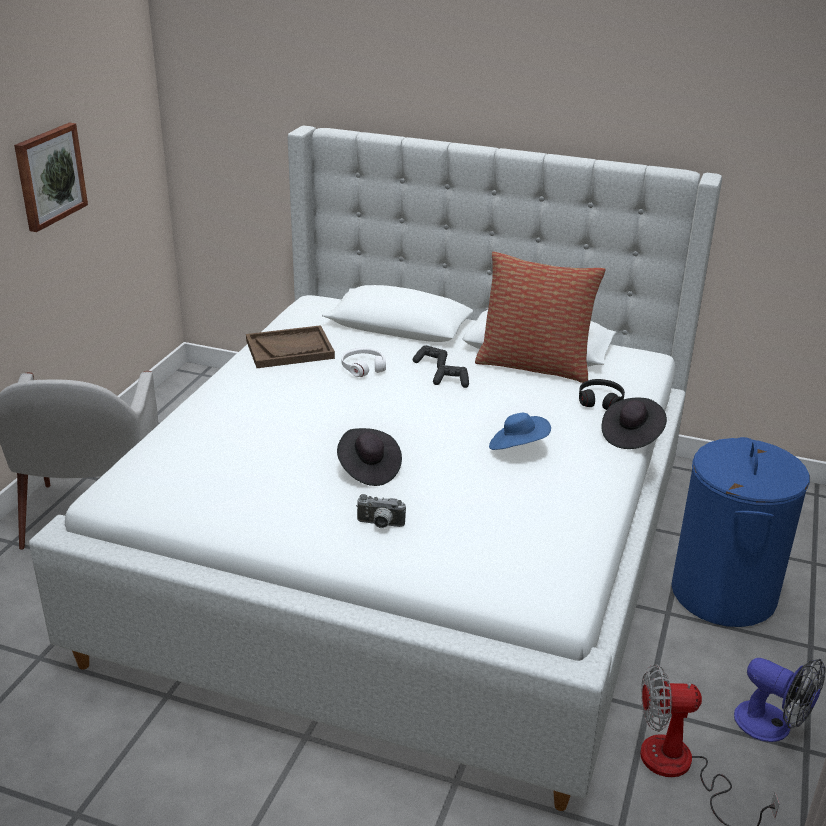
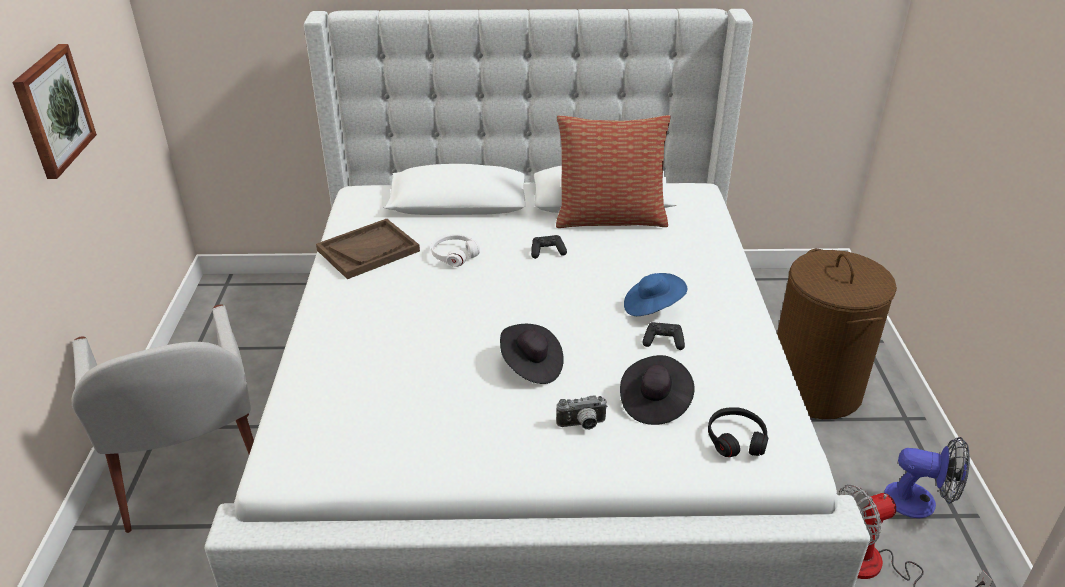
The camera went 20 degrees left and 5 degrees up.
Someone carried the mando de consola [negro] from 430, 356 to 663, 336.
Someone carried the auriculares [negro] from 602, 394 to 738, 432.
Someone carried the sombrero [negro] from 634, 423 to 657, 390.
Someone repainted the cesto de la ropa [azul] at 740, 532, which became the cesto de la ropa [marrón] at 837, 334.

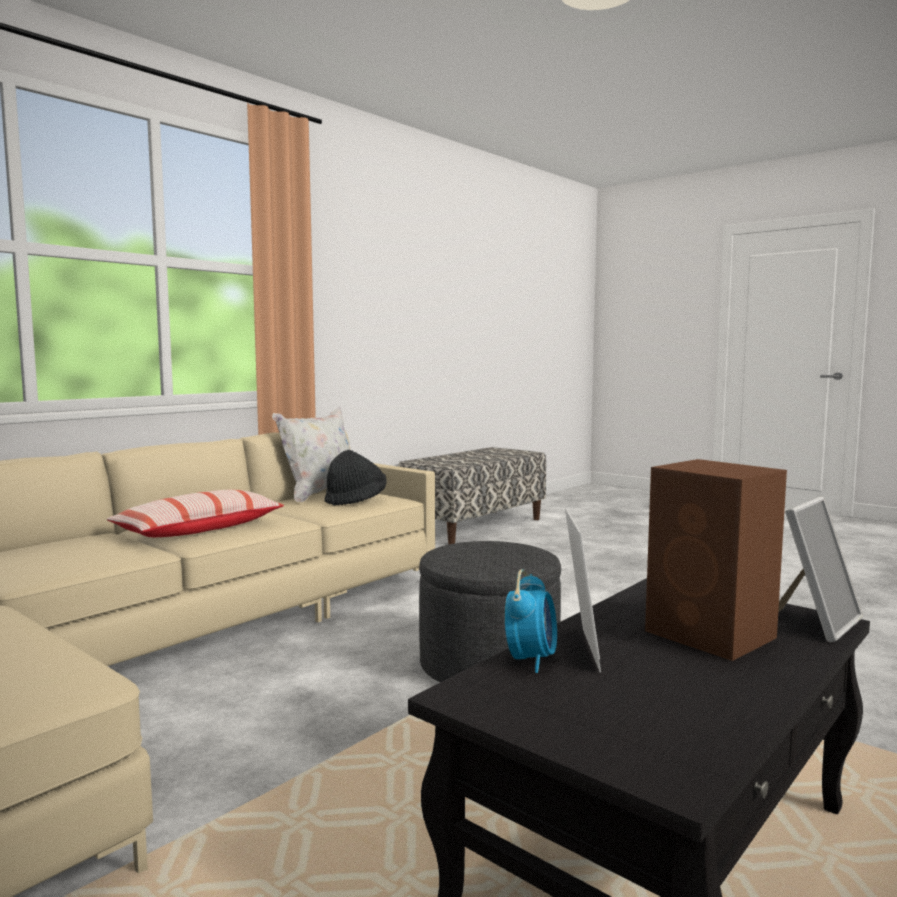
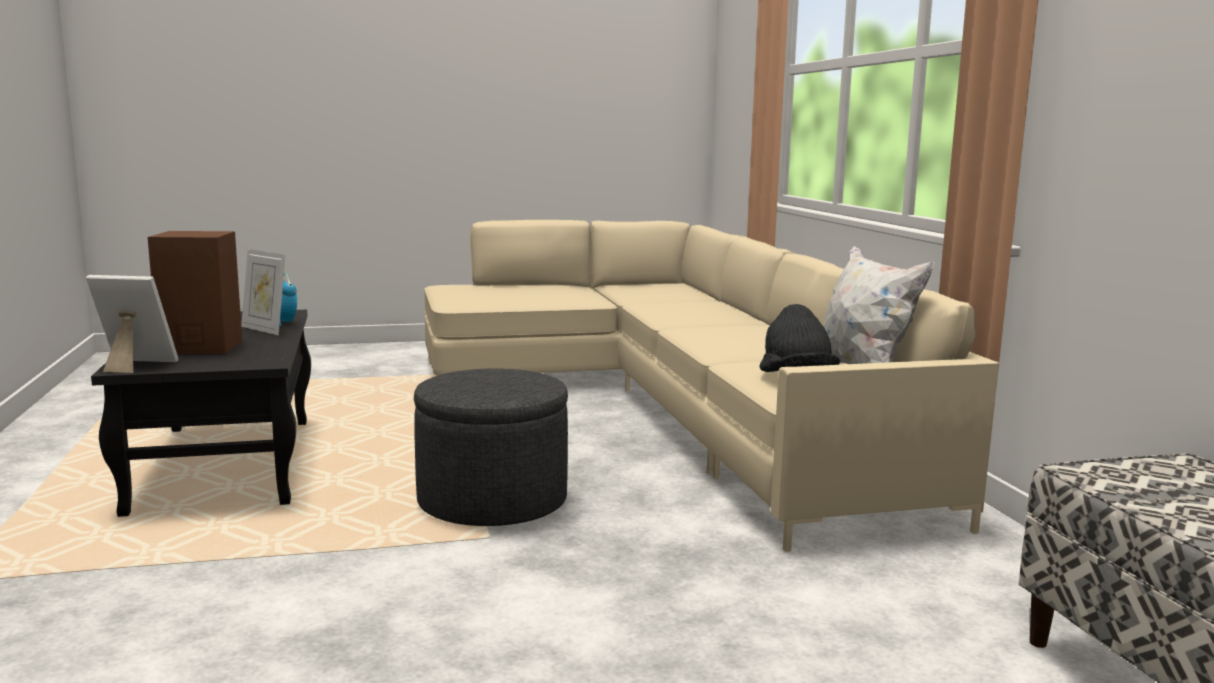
The camera went 125 degrees right and 5 degrees up.
Someone took away the cojín at 195, 513.
Someone rotated the portarretratos at 820, 569 by 105 degrees clockwise.

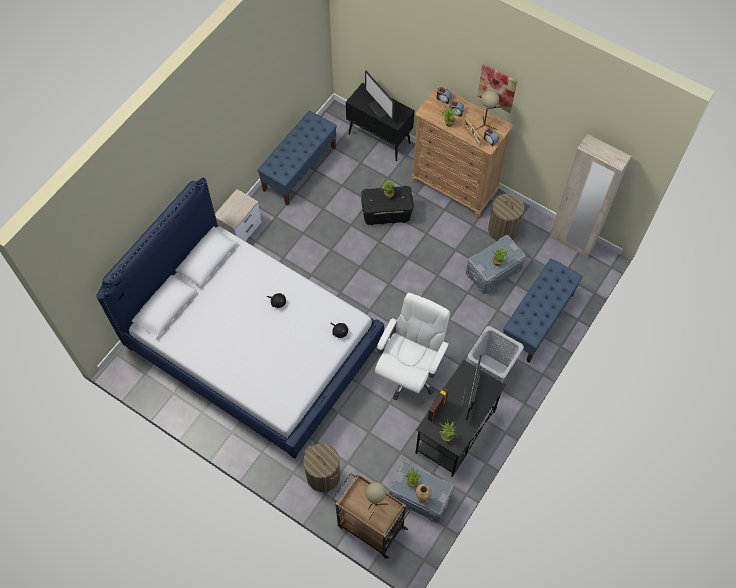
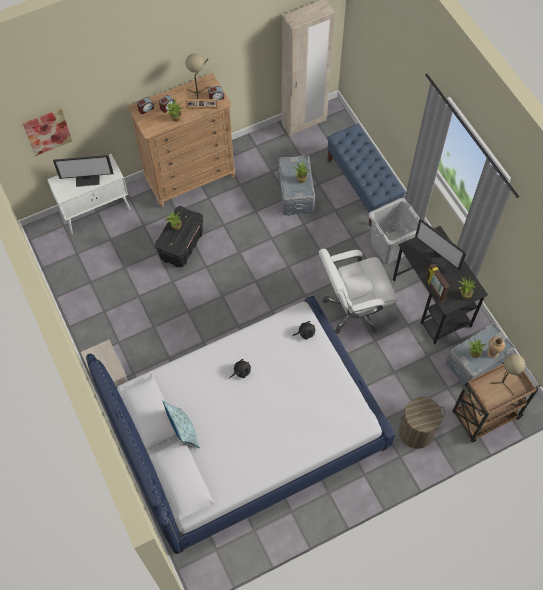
The camera went 60 degrees left and 0 degrees up.
Someone took away the banco [azul] at 297, 158.
Someone repainted the armario [negro] at 380, 122, which became the armario [blanco] at 88, 194.
Someone rotated the silla de oficina [blanco] at 412, 346 by 75 degrees counterclockwise.
Someone carried the cuadro from 497, 88 to 47, 132.
Someone took away the cesto de la ropa at 506, 217.
Someone put down the cojín at 181, 424.

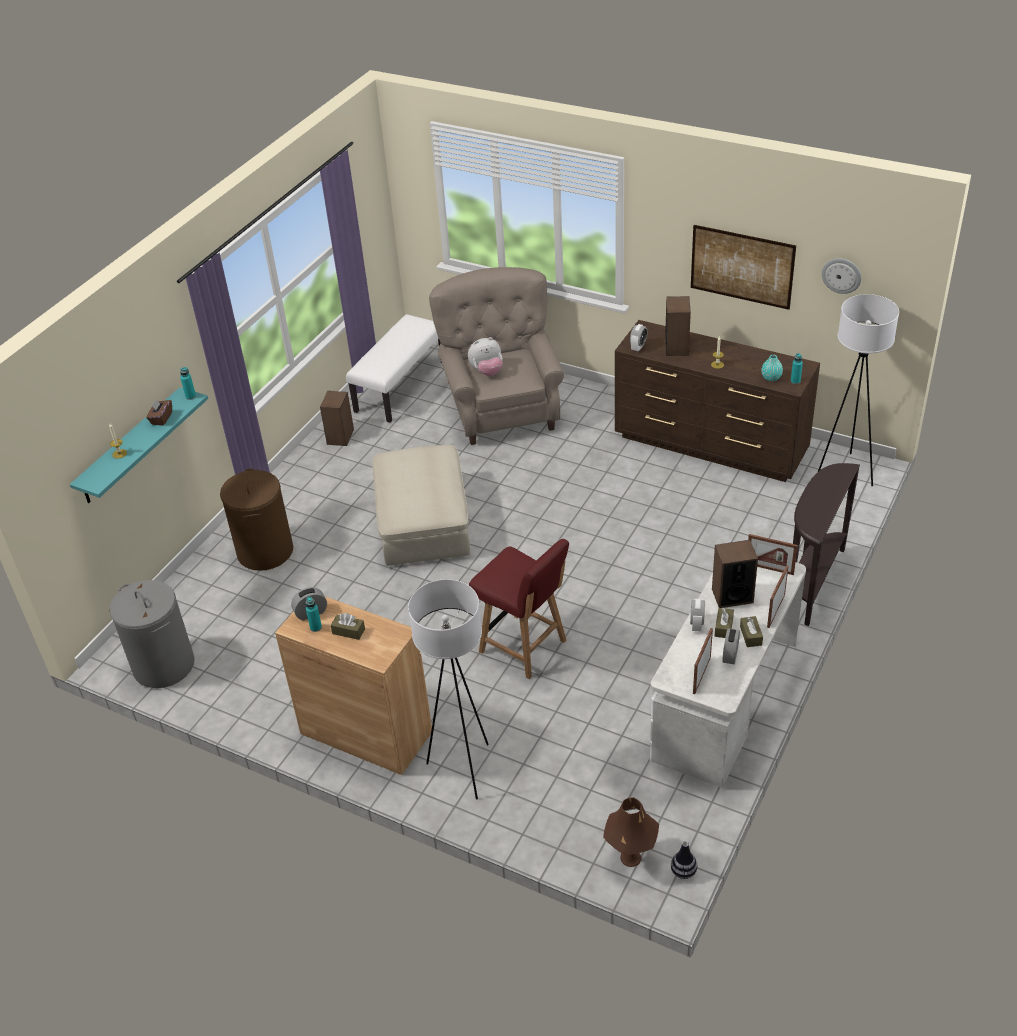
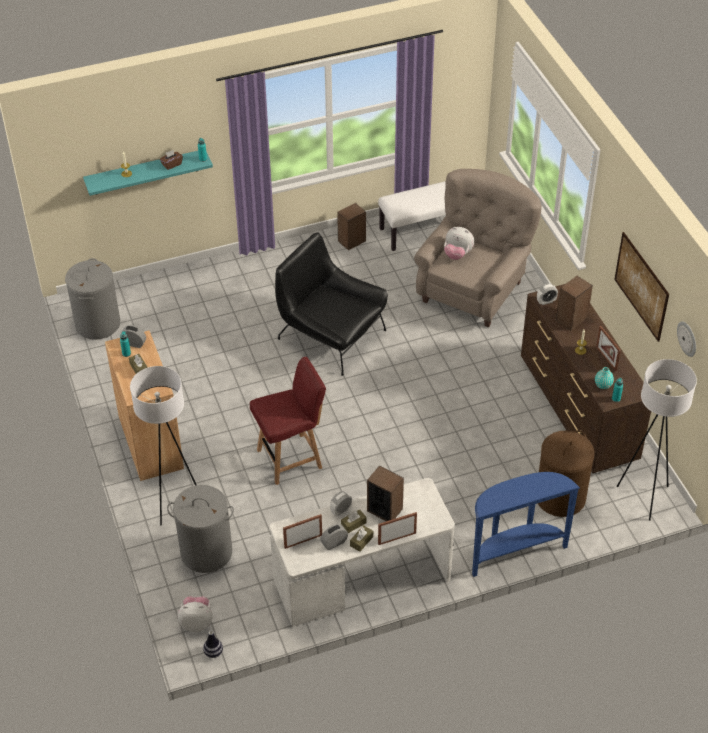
The camera went 40 degrees right and 5 degrees up.
Someone carried the cesto de la ropa [marrón] from 256, 520 to 566, 473.
Someone swapped the puf [beis] at 421, 505 for the sillón [negro] at 331, 304.
Someone rotated the silla [rojo] at 519, 609 by 105 degrees counterclockwise.
Someone swapped the lámpara de mesa [marrón] at 631, 832 for the peluche at 195, 614.
Someone carried the portarretratos from 773, 554 to 608, 348.
Someone repainted the mesa consola [marrón] at 826, 544, which became the mesa consola [azul] at 526, 524.
Someone put down the cesto de la ropa [gris] at 200, 529.

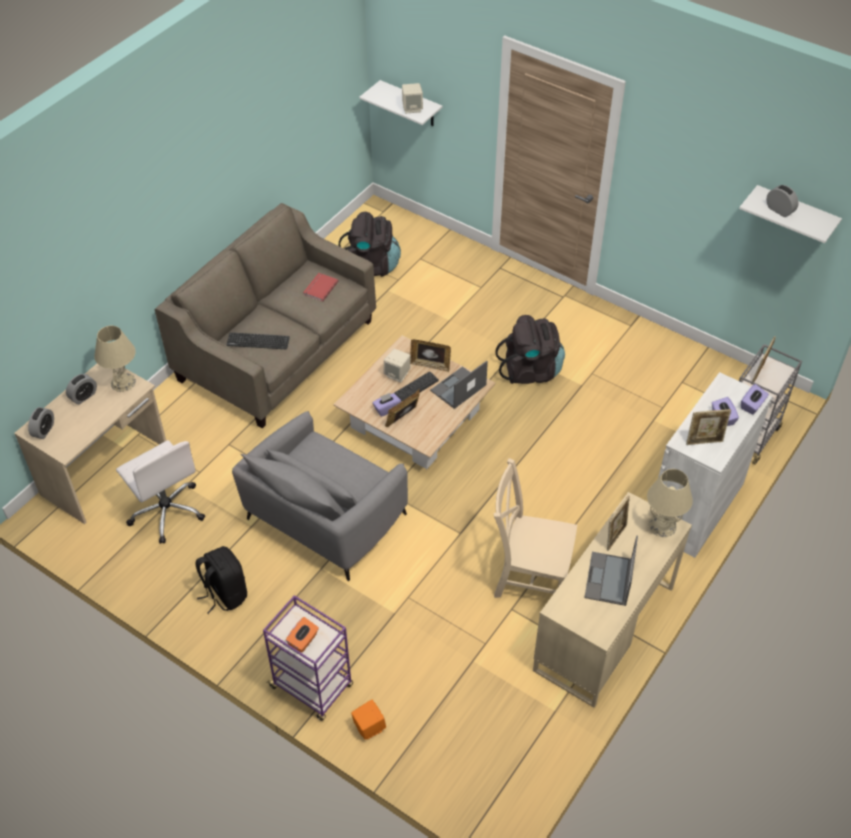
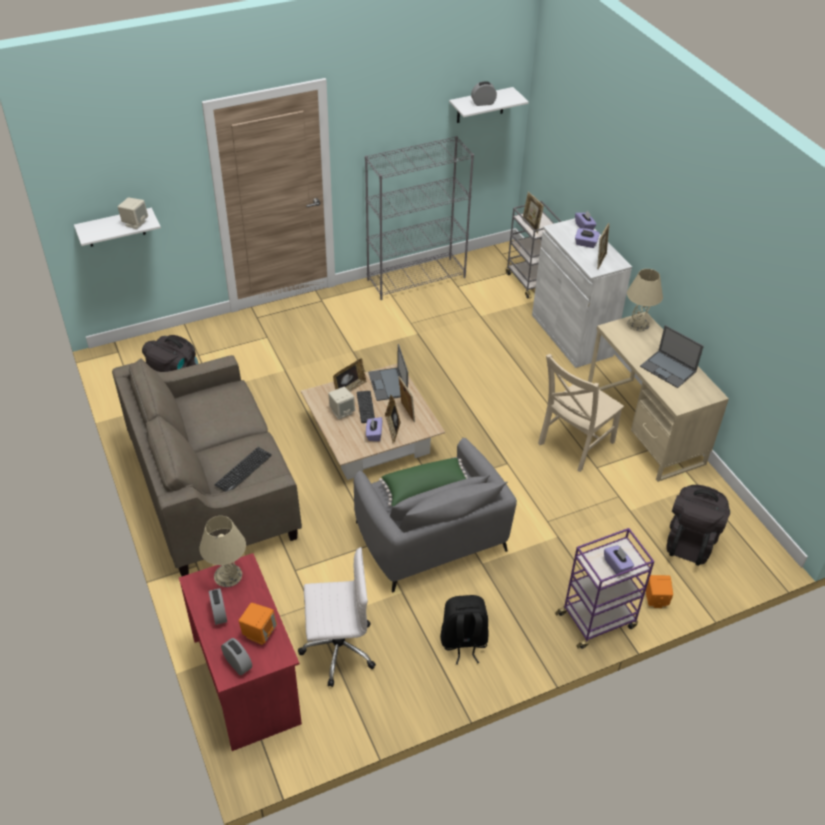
The camera went 60 degrees left and 5 degrees down.
Someone repainted the escritorio [beis] at 90, 444, which became the escritorio [rojo] at 240, 652.
Someone repainted the caja de pañuelos [naranja] at 302, 635, which became the caja de pañuelos [morado] at 619, 559.
Someone took away the libro [rojo] at 320, 287.
Someone carried the mochila [negro] from 530, 349 to 698, 525.
Someone carried the portarretratos from 618, 523 to 407, 399.
Someone put down the altavoz [naranja] at 258, 624.
Someone put down the estantería [gris] at 419, 218.
Someone put down the cojín [verde] at 423, 482.

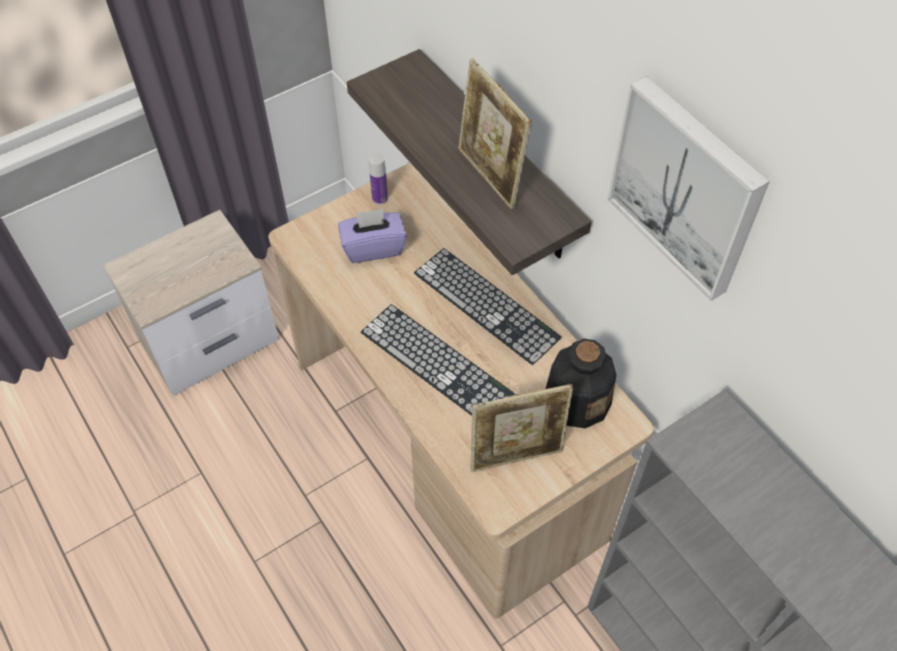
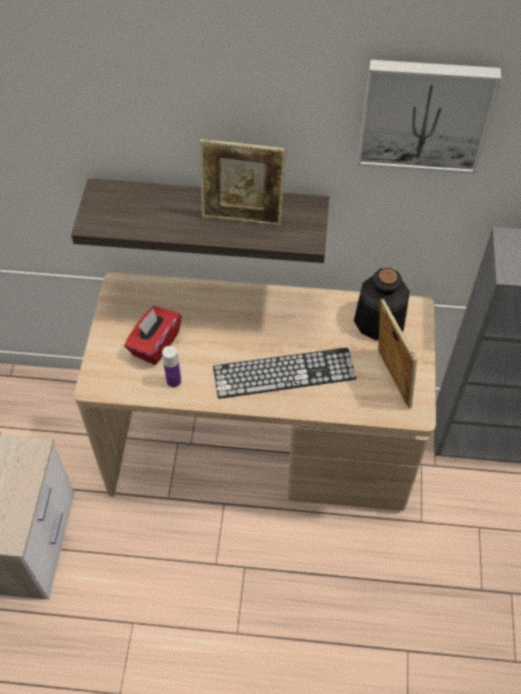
The camera went 50 degrees left and 0 degrees up.
Someone repainted the caja de pañuelos [morado] at 372, 236, which became the caja de pañuelos [rojo] at 153, 335.
Someone carried the botella from 378, 179 to 171, 367.
Someone took away the teclado at 488, 306.
Someone rotated the portarretratos at 521, 428 by 45 degrees counterclockwise.

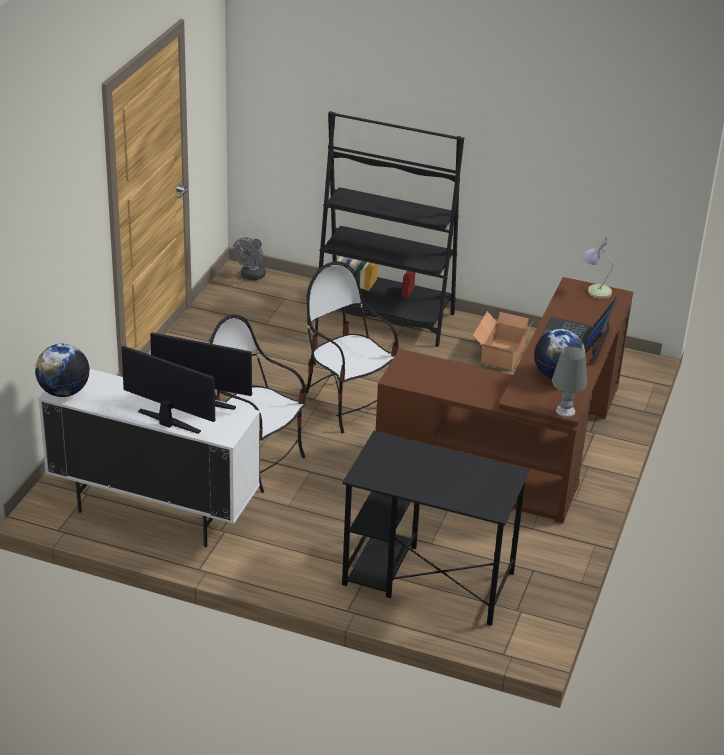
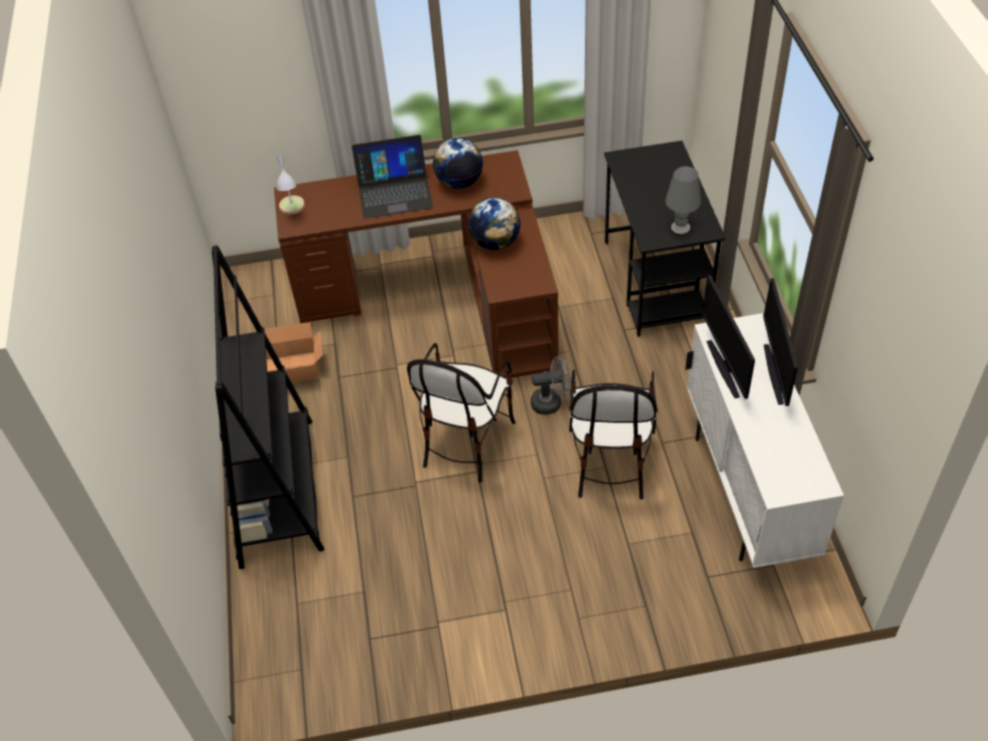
The camera went 115 degrees left and 15 degrees up.
Someone carried the globo terráqueo from 62, 370 to 494, 224.
Someone carried the ventilador [gris] from 249, 258 to 551, 385.
Someone carried the lámpara de mesa [gris] from 569, 381 to 683, 200.

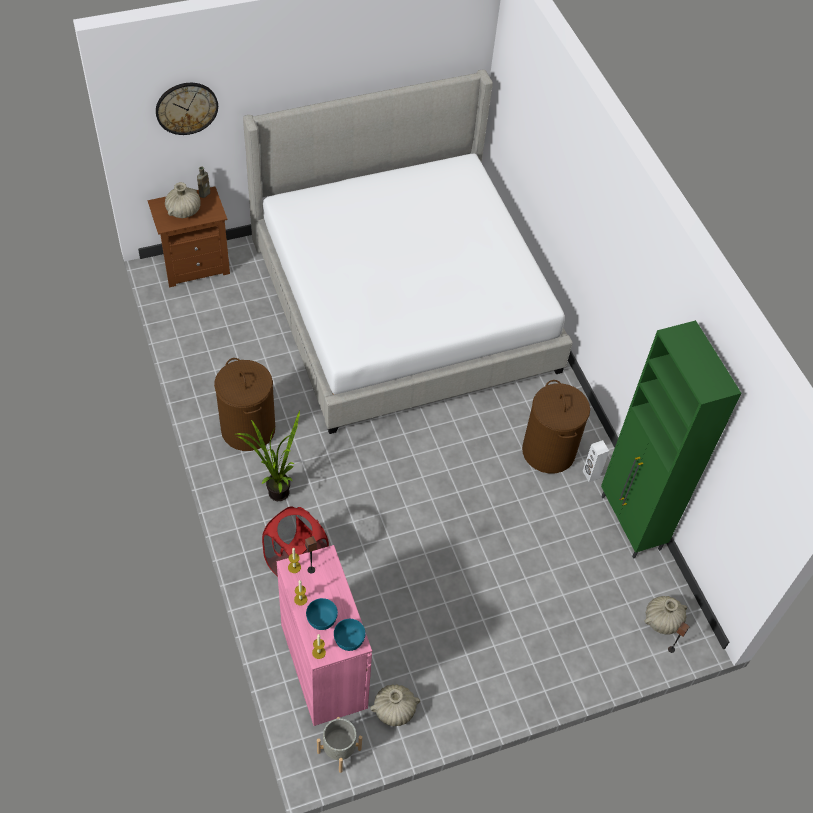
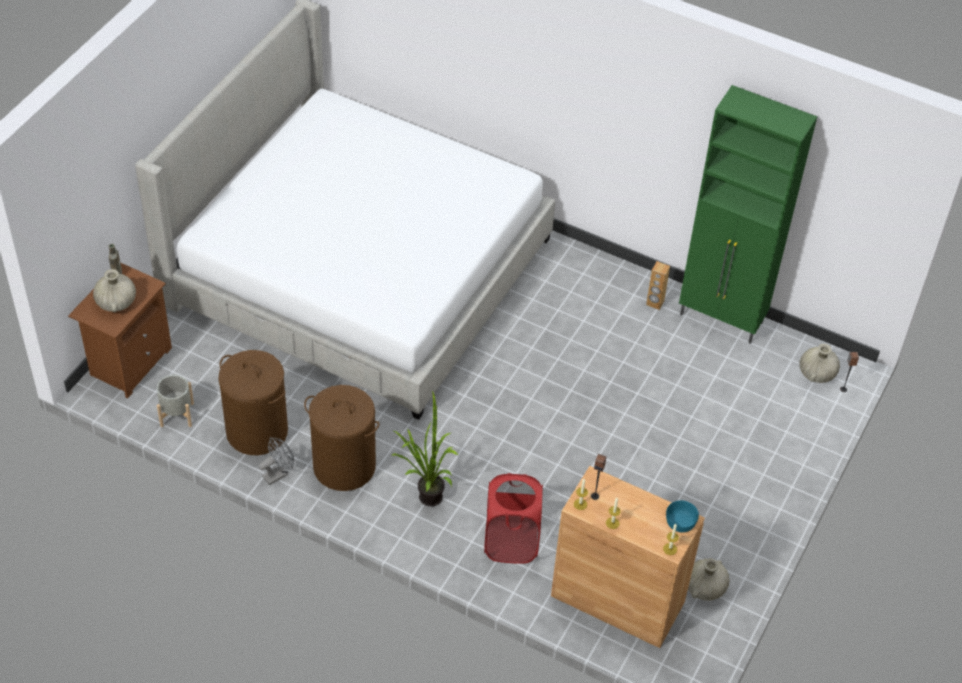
The camera went 40 degrees left and 5 degrees down.
Someone took away the reloj de pared at 187, 109.
Someone repainted the armario [rosa] at 324, 635, which became the armario [marrón] at 628, 557.
Someone took away the cuenco [turquesa] at 322, 614.
Someone carried the maceta [gris] from 339, 745 to 175, 401.
Someone carried the cesto de la ropa [marrón] from 556, 426 to 253, 402.
Someone repainted the altavoz [blanco] at 596, 461, which became the altavoz [marrón] at 658, 285.
Someone put down the ventilador [gris] at 276, 461.

